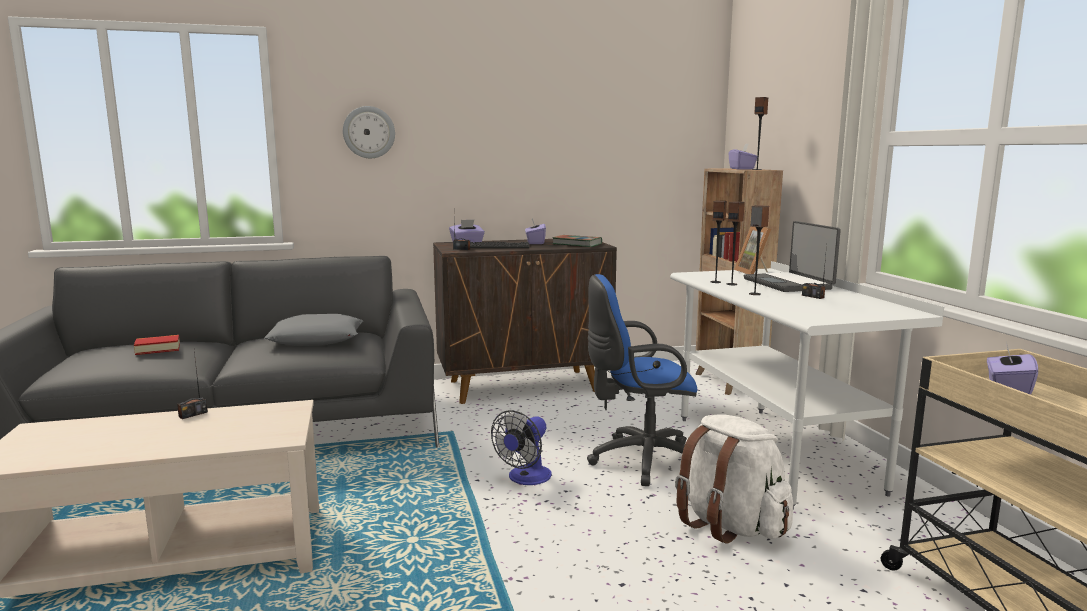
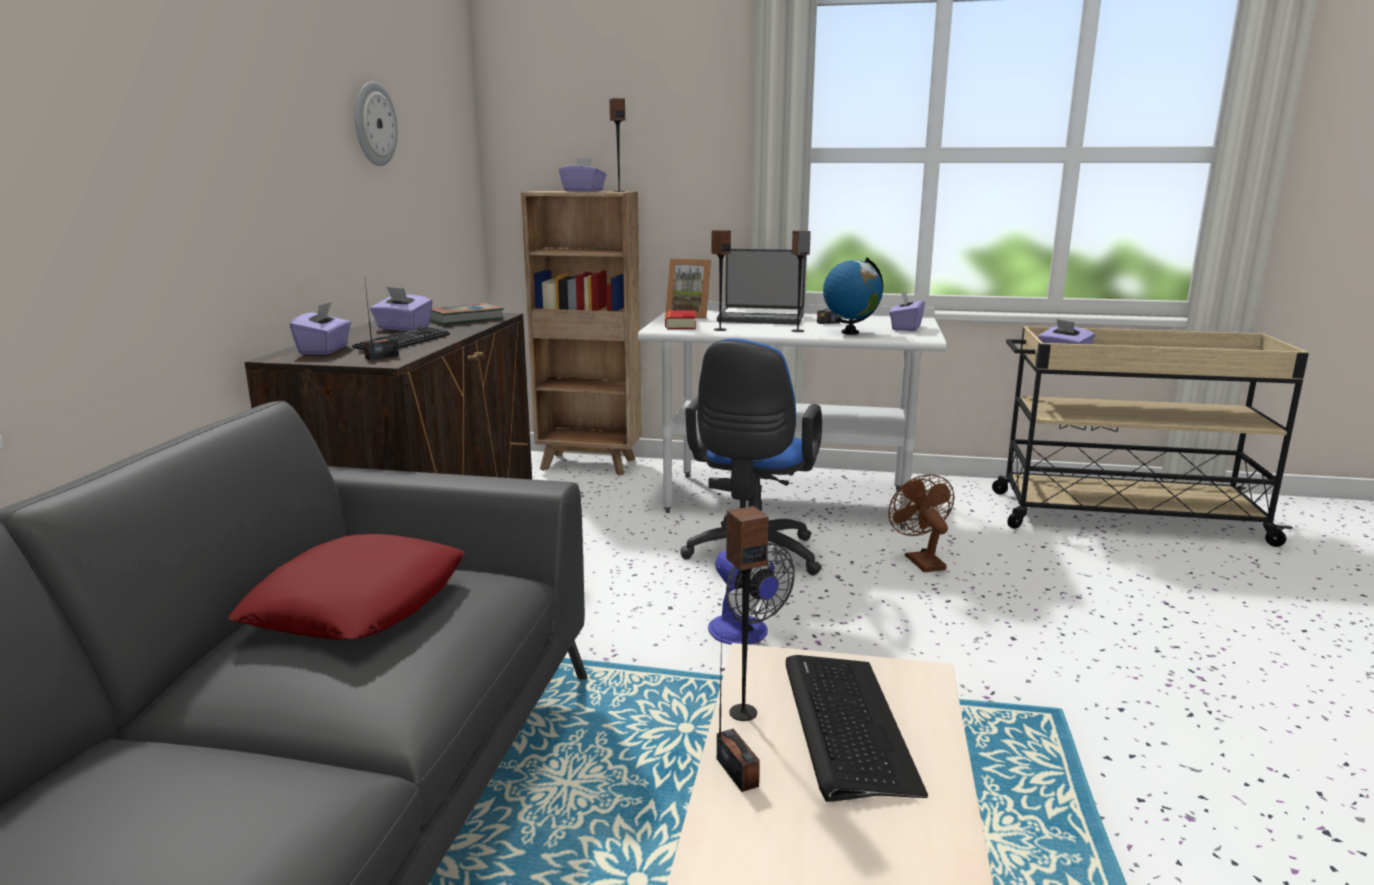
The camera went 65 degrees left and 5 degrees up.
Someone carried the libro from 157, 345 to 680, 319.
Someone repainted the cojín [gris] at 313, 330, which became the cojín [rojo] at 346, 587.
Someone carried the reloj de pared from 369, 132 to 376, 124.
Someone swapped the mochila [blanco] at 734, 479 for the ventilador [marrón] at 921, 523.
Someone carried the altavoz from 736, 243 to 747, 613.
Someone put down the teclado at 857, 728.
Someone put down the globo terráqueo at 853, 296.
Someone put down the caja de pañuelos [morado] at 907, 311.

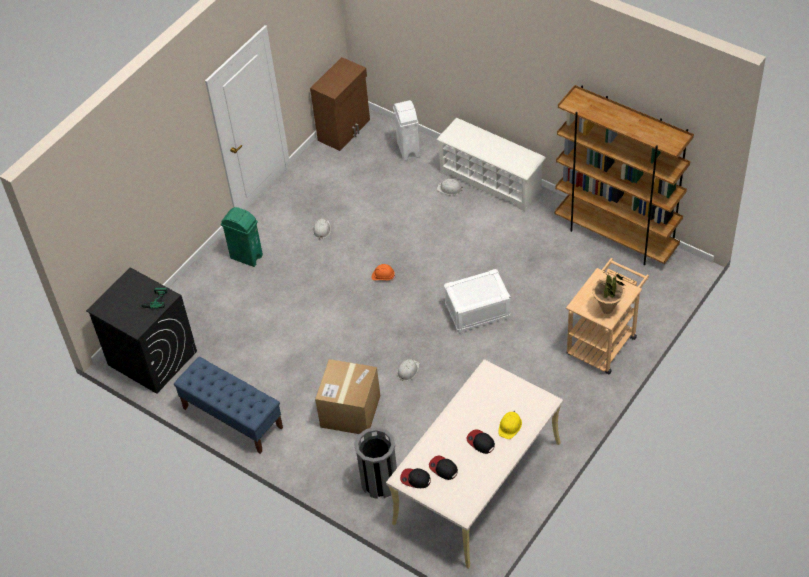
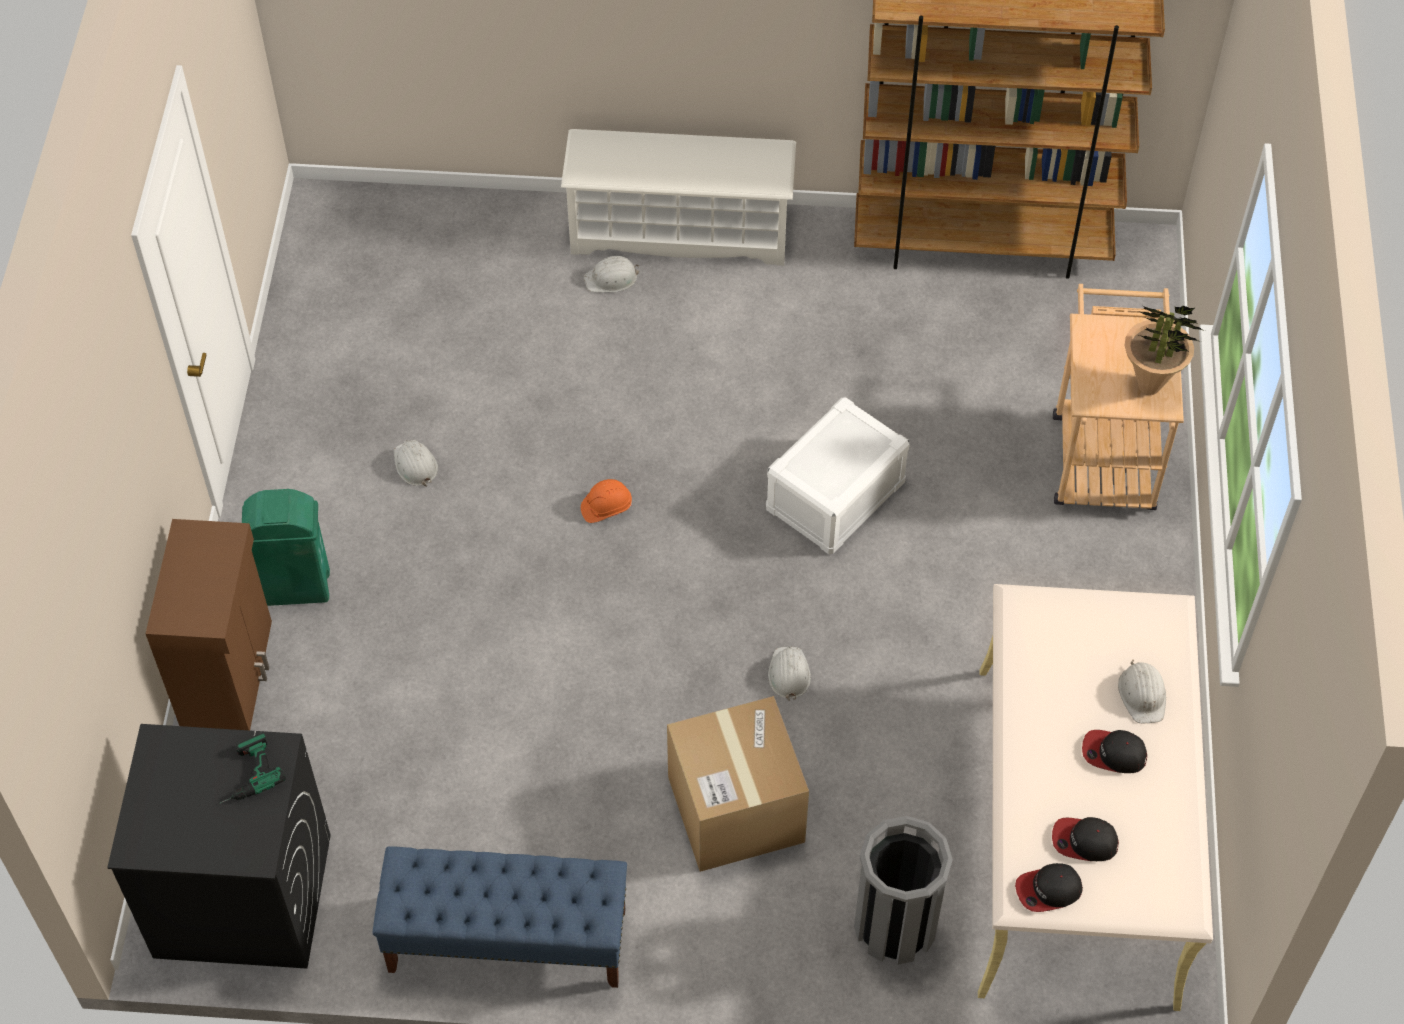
The camera went 35 degrees left and 5 degrees up.
Someone carried the armario [marrón] from 340, 104 to 208, 624.
Someone took away the papelera [blanco] at 406, 130.
Someone repainted the casco [amarillo] at 510, 425, which became the casco [blanco] at 1142, 691.

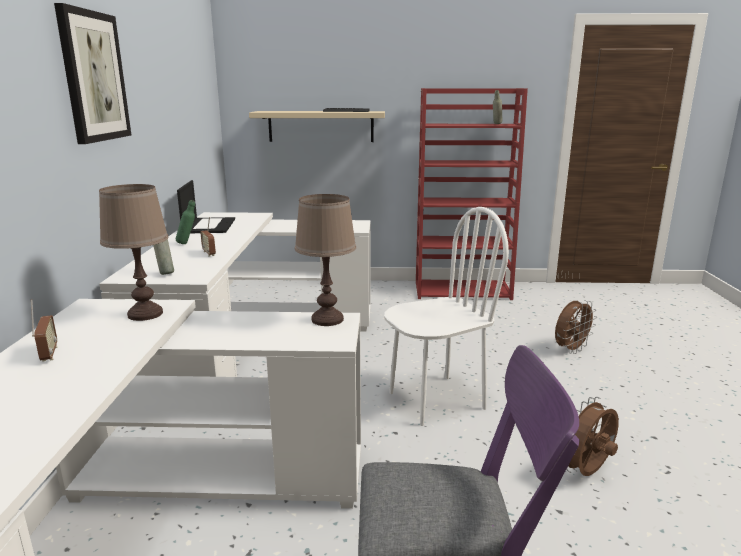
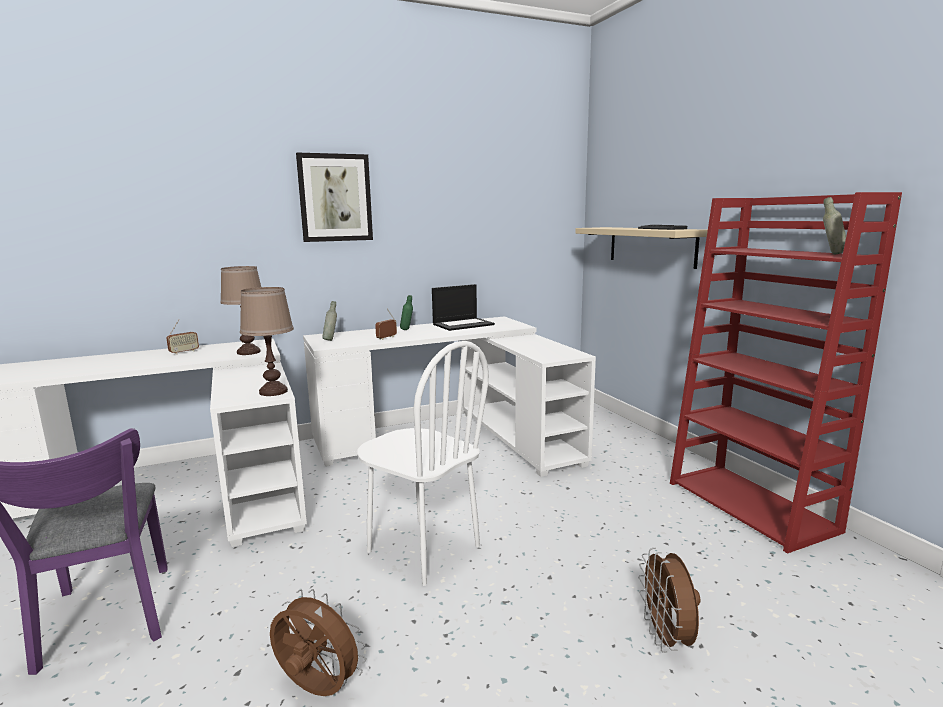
The camera went 65 degrees right and 5 degrees down.
Someone rotated the ventilador [marrón] at 576, 327 by 60 degrees clockwise.

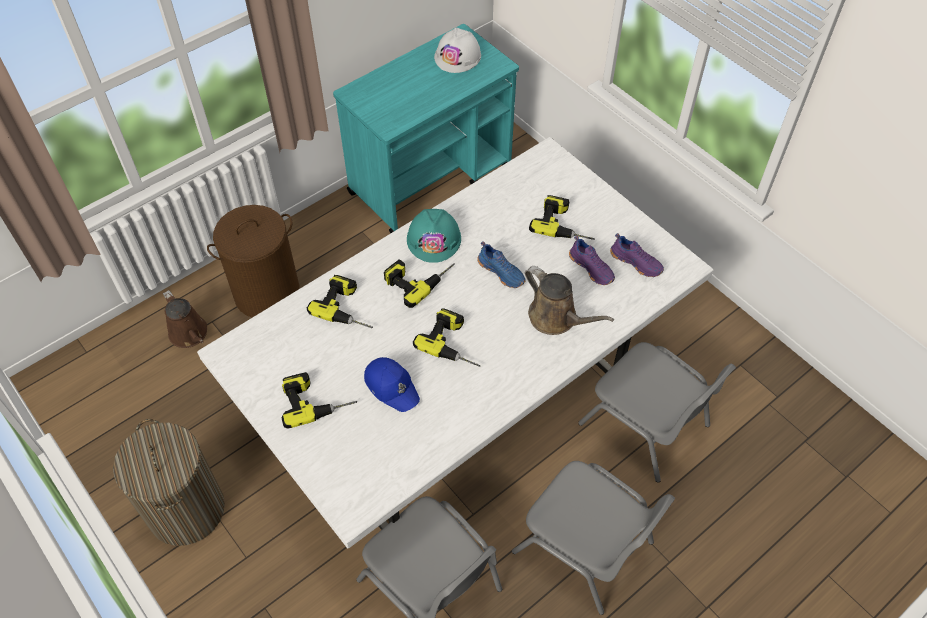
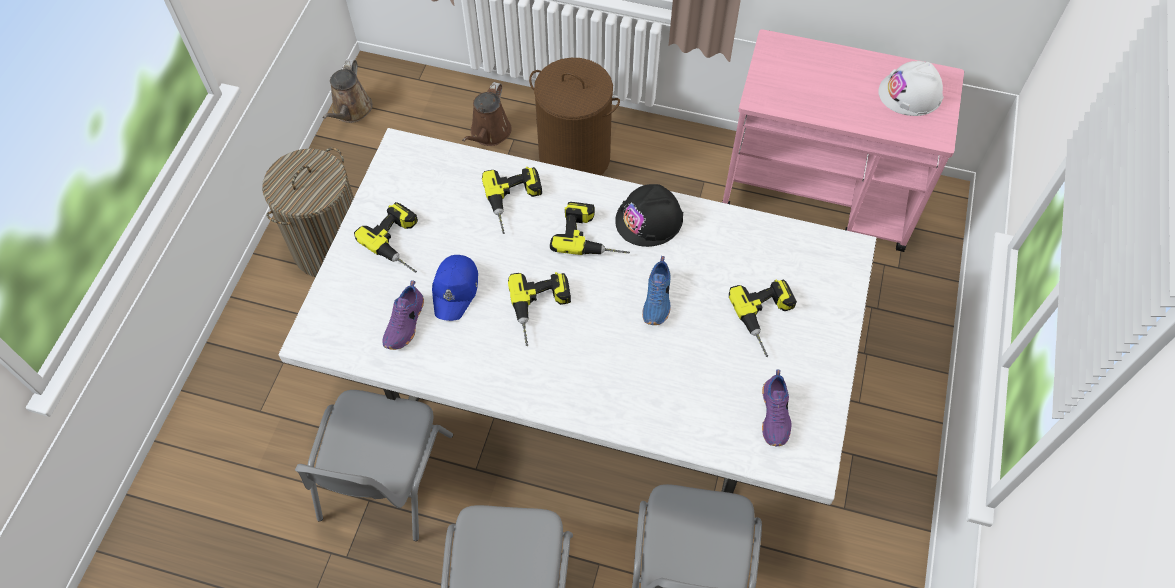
The camera went 55 degrees right and 5 degrees up.
Someone repainted the carrito [turquesa] at 426, 129, which became the carrito [rosa] at 843, 140.
Someone repainted the casco [turquesa] at 434, 236, which became the casco [negro] at 649, 215.
Someone carried the regadera [marrón] from 569, 300 to 347, 91.
Someone carried the zapato [morado] from 592, 260 to 403, 315.

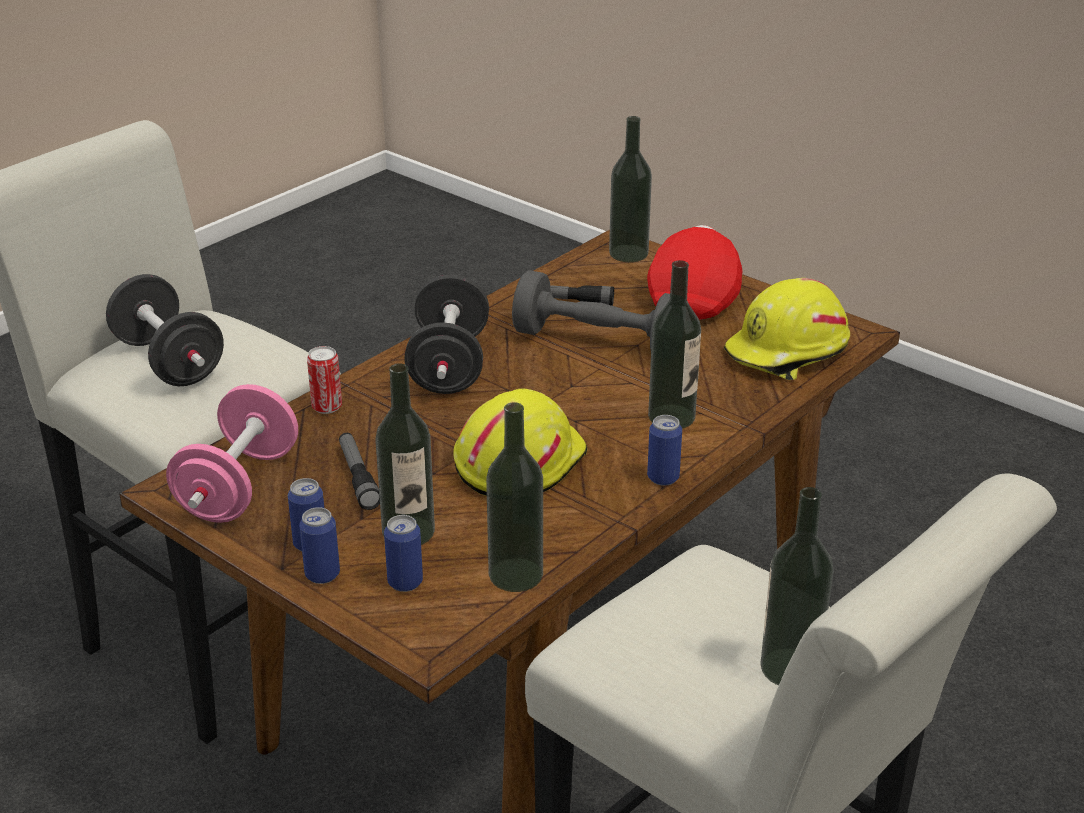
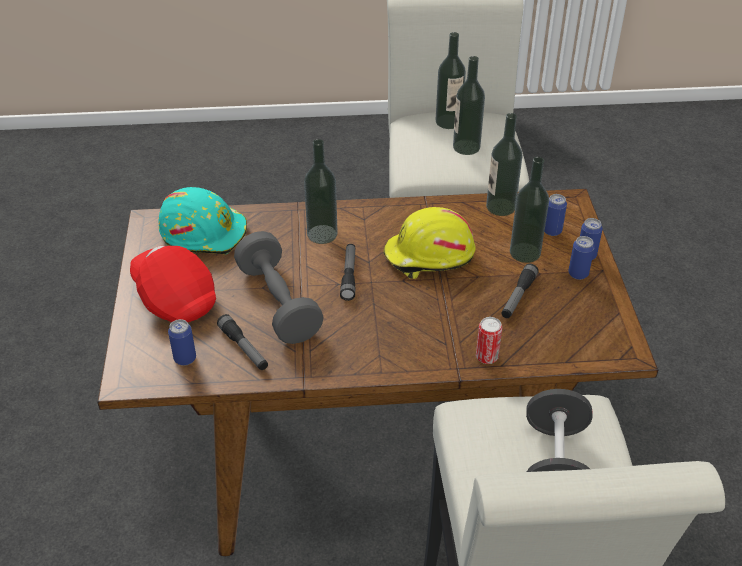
The camera went 135 degrees left and 10 degrees up.
Someone took away the mancuerna [rosa] at 232, 453.
Someone took away the mancuerna [negro] at 446, 334.
Someone carried the botella from 630, 189 to 469, 105.
Someone rotated the gorra [rojo] at 695, 272 by 75 degrees clockwise.
Someone carried the lata from 664, 450 to 182, 342.
Someone repainted the casco [amarillo] at 787, 329, which became the casco [turquesa] at 203, 221.
Someone put down the linterna at 348, 272.

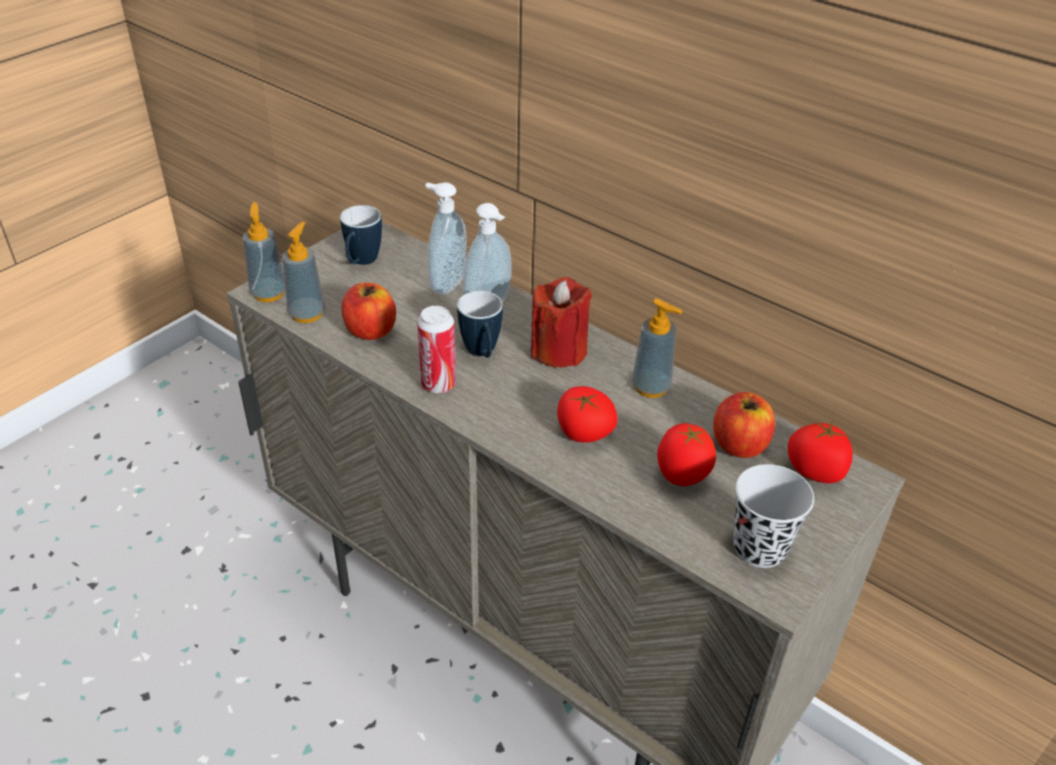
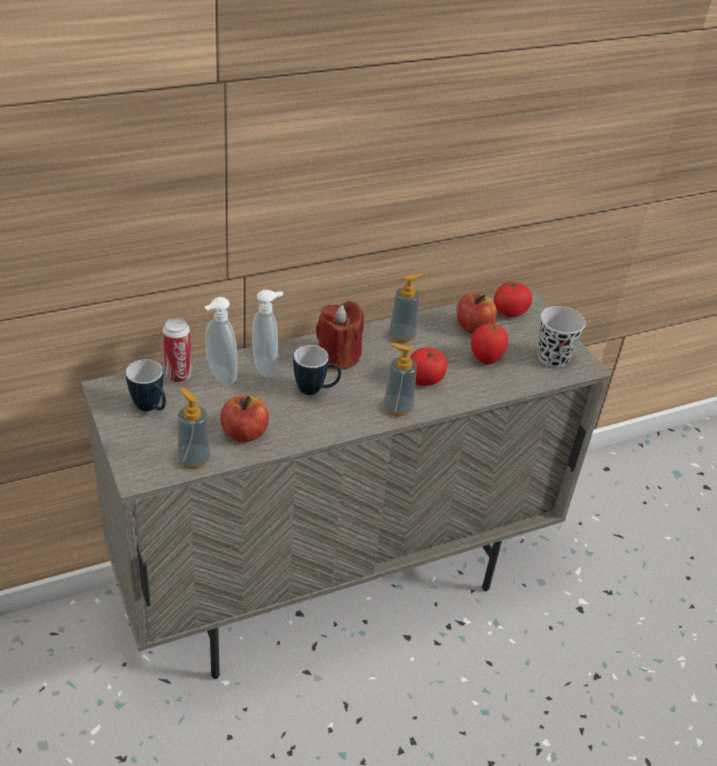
The camera went 65 degrees left and 0 degrees up.
Someone carried the dispensador de jabón from 263, 252 to 400, 380.
Someone carried the lata from 436, 349 to 177, 350.

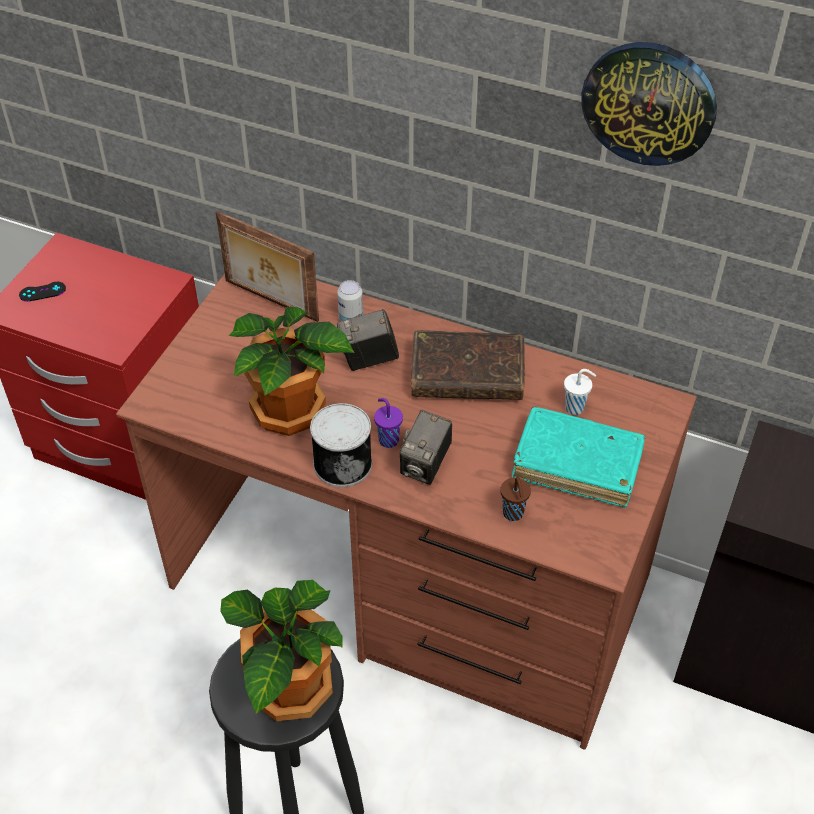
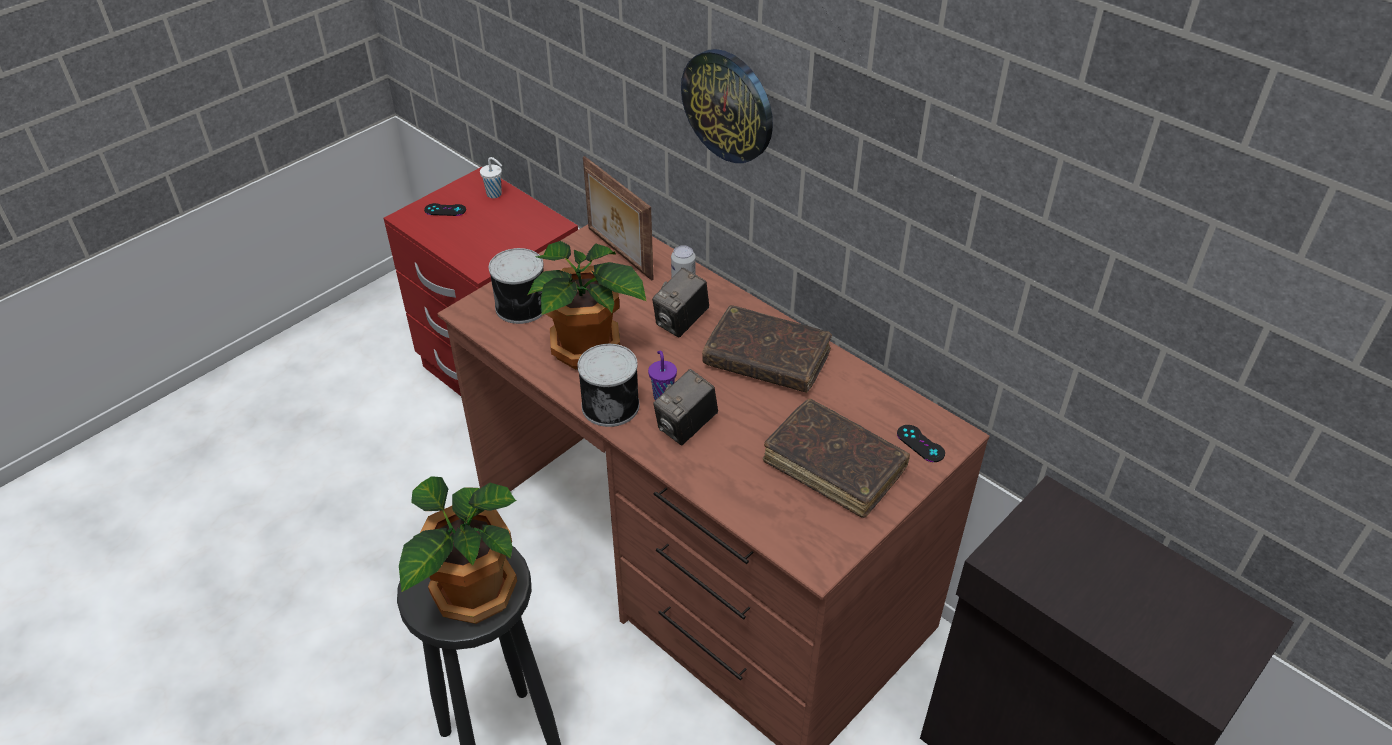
The camera went 20 degrees right and 5 degrees down.
Someone rotated the cámara at 368, 340 by 60 degrees counterclockwise.
Someone took away the taza [marrón] at 516, 499.
Someone repainted the libro [turquesa] at 578, 456, which became the libro [marrón] at 836, 458.
Someone carried the taza [blanco] from 580, 392 to 491, 177.
Someone carried the reloj de pared from 649, 104 to 727, 106.
Someone put down the lata at 516, 286.
Someone put down the mando de consola [negro] at 921, 443.

